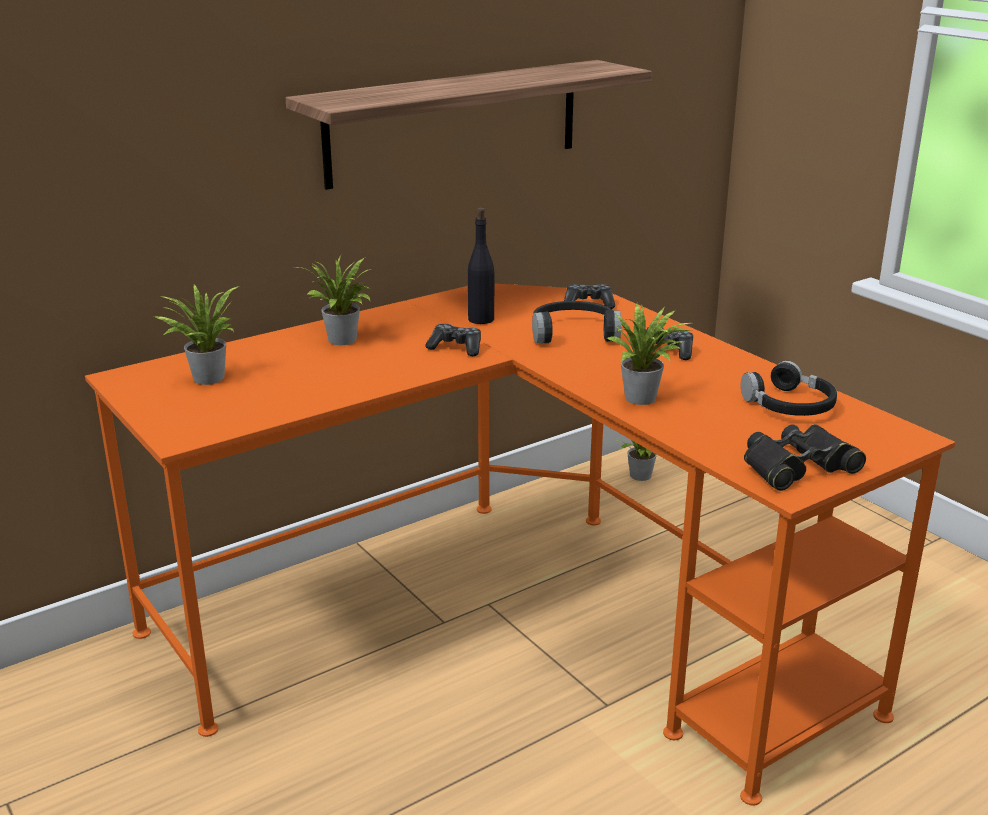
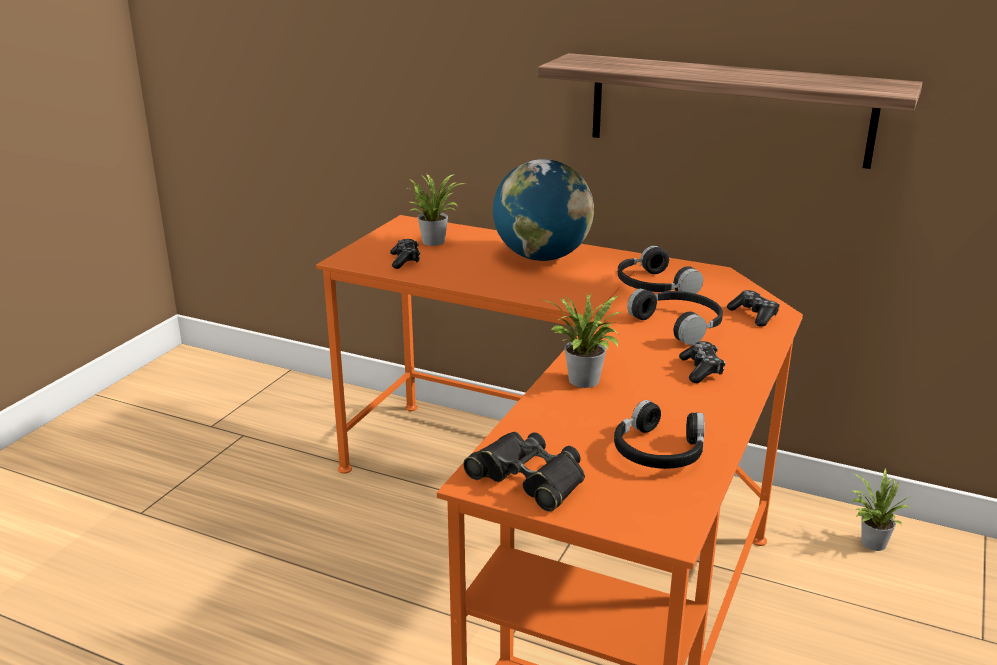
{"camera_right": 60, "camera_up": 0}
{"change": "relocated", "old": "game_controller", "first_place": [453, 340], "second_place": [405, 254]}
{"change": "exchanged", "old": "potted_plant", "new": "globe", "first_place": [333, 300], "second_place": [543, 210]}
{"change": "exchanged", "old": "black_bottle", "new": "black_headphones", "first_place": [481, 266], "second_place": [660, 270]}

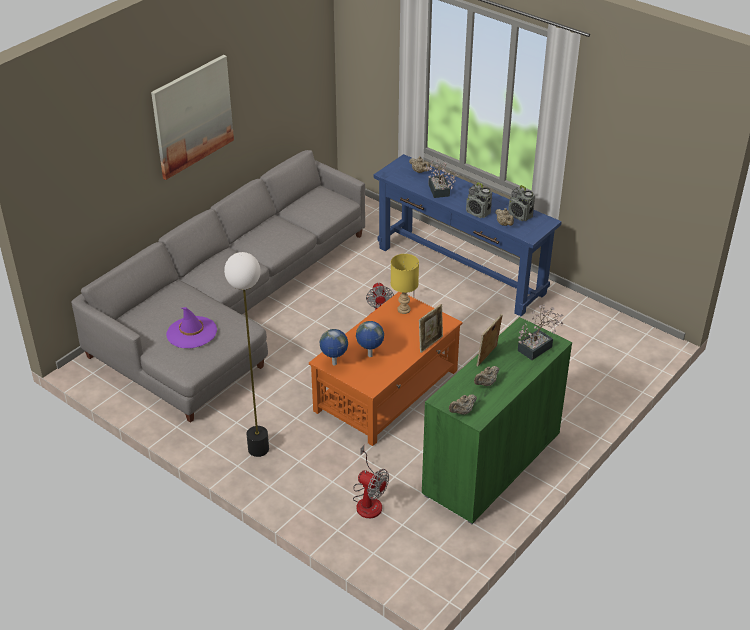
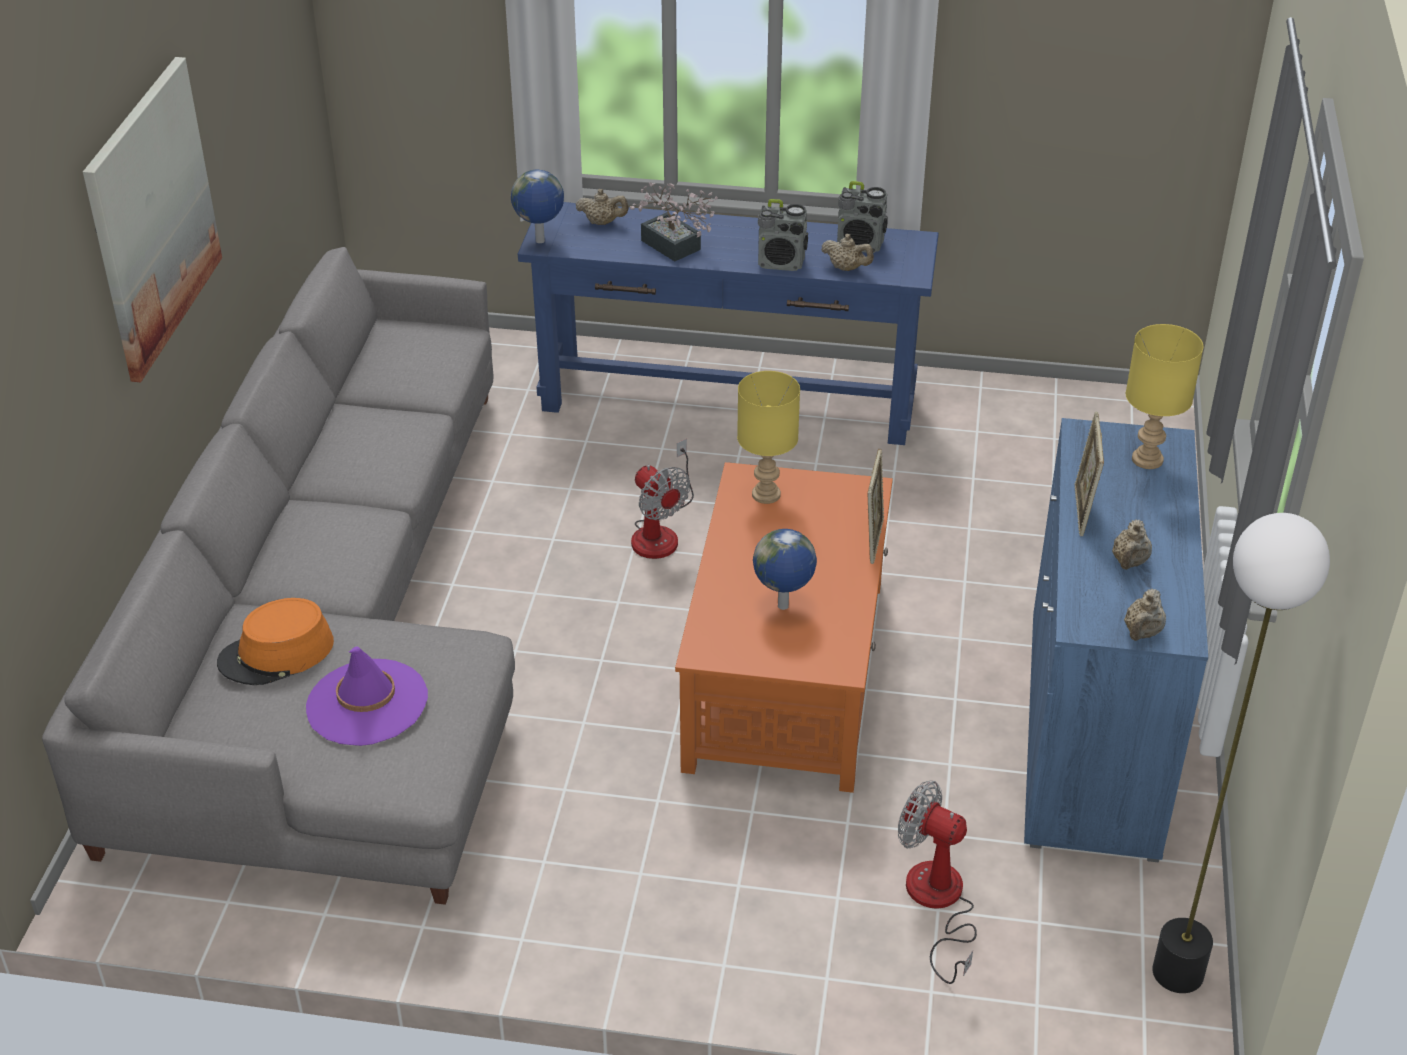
{"camera_right": -30, "camera_up": 0}
{"change": "appeared", "new": "orange_hat", "second_place": [275, 641]}
{"change": "relocated", "old": "globe", "first_place": [334, 347], "second_place": [537, 206]}
{"change": "spun", "old": "fan", "first_place": [371, 481], "second_place": [937, 882], "degrees": -150}
{"change": "colour", "old": "green_cabinet", "new": "blue_cabinet", "first_place": [497, 420], "second_place": [1116, 640]}
{"change": "exchanged", "old": "potted_plant", "new": "yellow_table_lamp", "first_place": [541, 332], "second_place": [1164, 396]}
{"change": "relocated", "old": "floor_lamp", "first_place": [246, 354], "second_place": [1241, 753]}

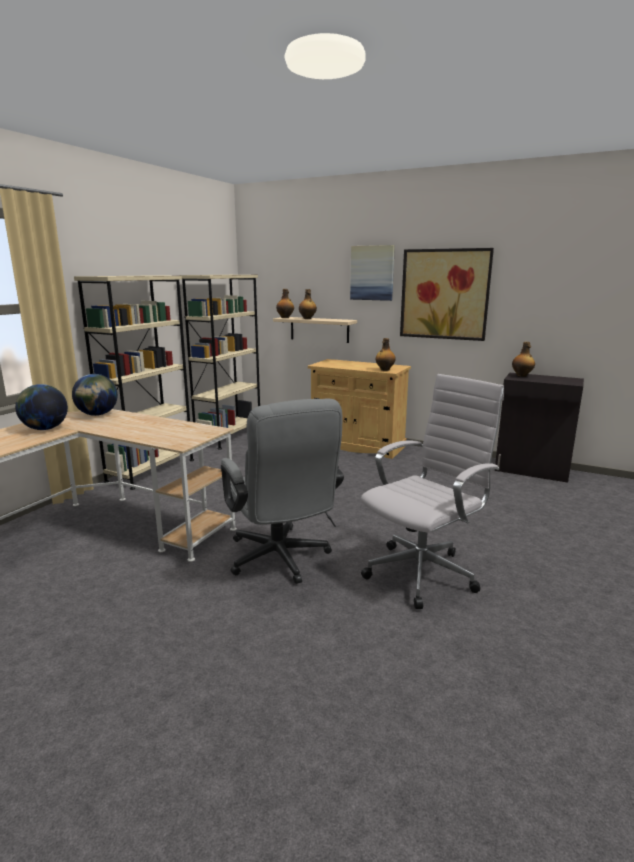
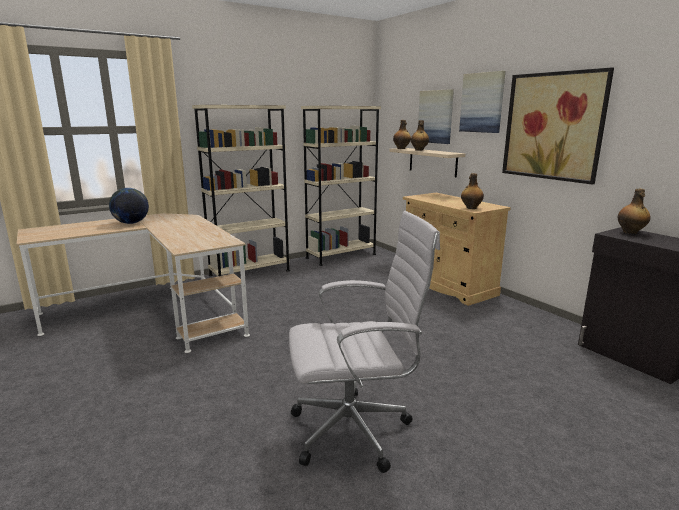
{"camera_right": 30, "camera_up": 0}
{"change": "appeared", "new": "picture", "second_place": [436, 116]}
{"change": "missing", "old": "globe", "first_place": [95, 395]}
{"change": "missing", "old": "grey_office_chair", "first_place": [282, 491]}

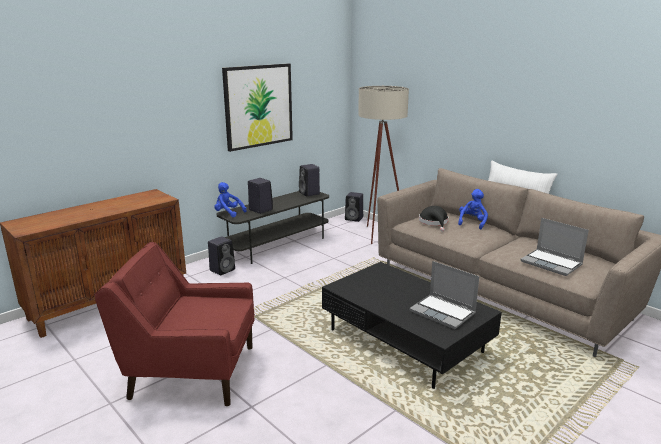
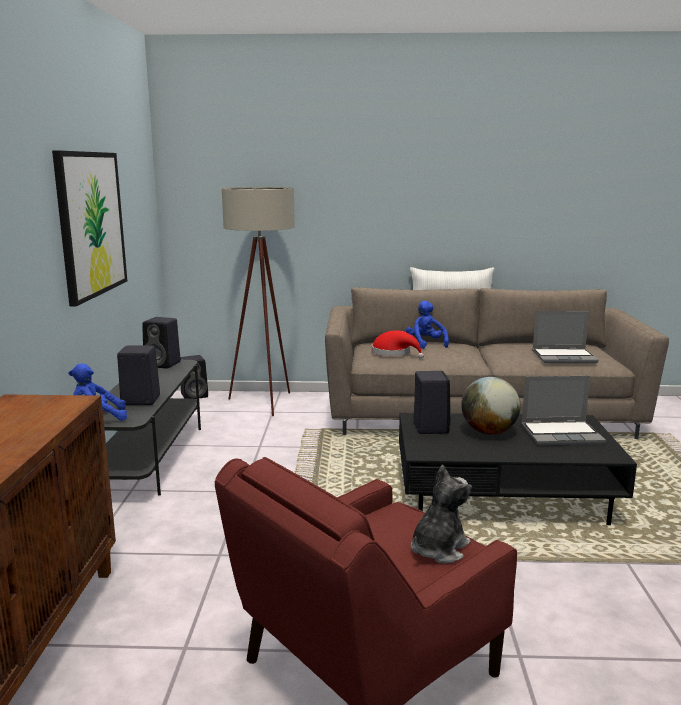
{"camera_right": -45, "camera_up": -5}
{"change": "colour", "old": "black_hat", "new": "red_hat", "first_place": [433, 218], "second_place": [397, 344]}
{"change": "appeared", "new": "plush_toy", "second_place": [441, 514]}
{"change": "relocated", "old": "black_speaker", "first_place": [221, 255], "second_place": [432, 402]}
{"change": "appeared", "new": "globe", "second_place": [491, 406]}

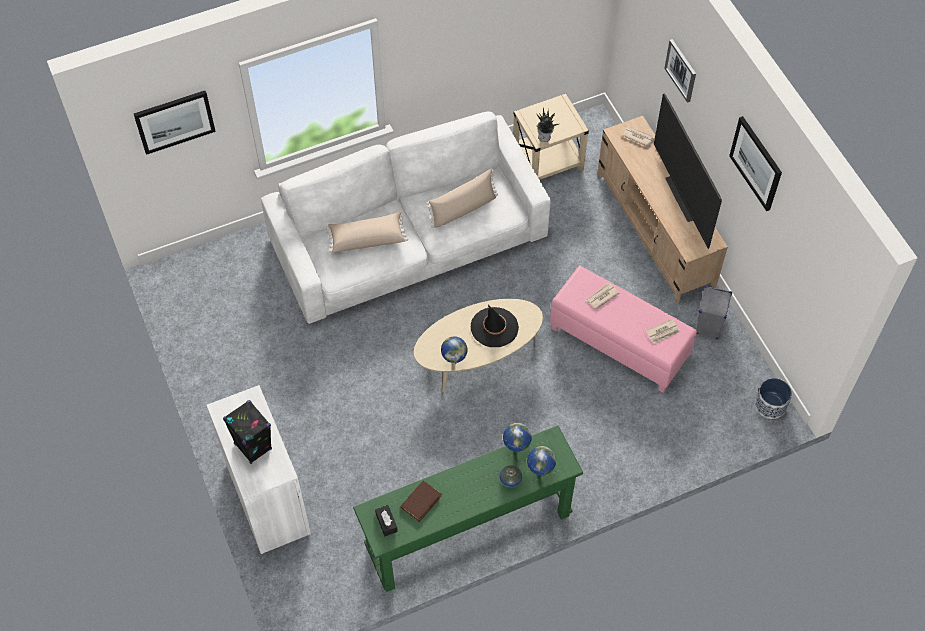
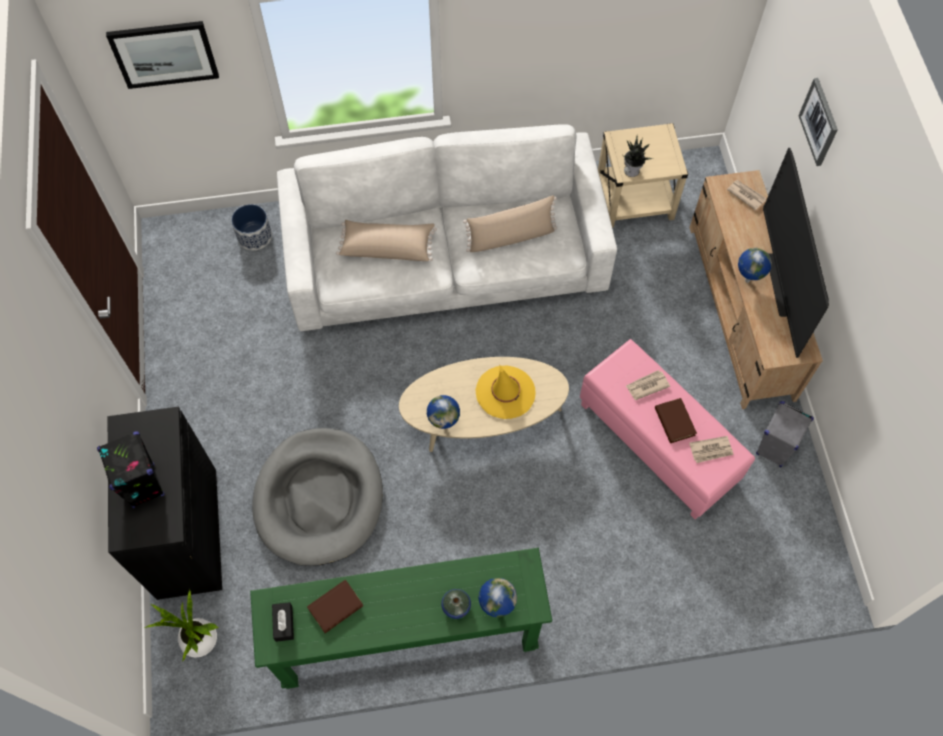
{"camera_right": 15, "camera_up": 5}
{"change": "colour", "old": "white_cabinet", "new": "black_cabinet", "first_place": [259, 469], "second_place": [165, 503]}
{"change": "appeared", "new": "potted_plant", "second_place": [181, 625]}
{"change": "relocated", "old": "planter", "first_place": [773, 398], "second_place": [251, 227]}
{"change": "appeared", "new": "grey_dog_bed", "second_place": [317, 497]}
{"change": "colour", "old": "black_hat", "new": "yellow_hat", "first_place": [495, 326], "second_place": [505, 392]}
{"change": "appeared", "new": "brown_book", "second_place": [676, 420]}
{"change": "relocated", "old": "globe", "first_place": [517, 437], "second_place": [755, 265]}
{"change": "missing", "old": "picture", "first_place": [755, 163]}

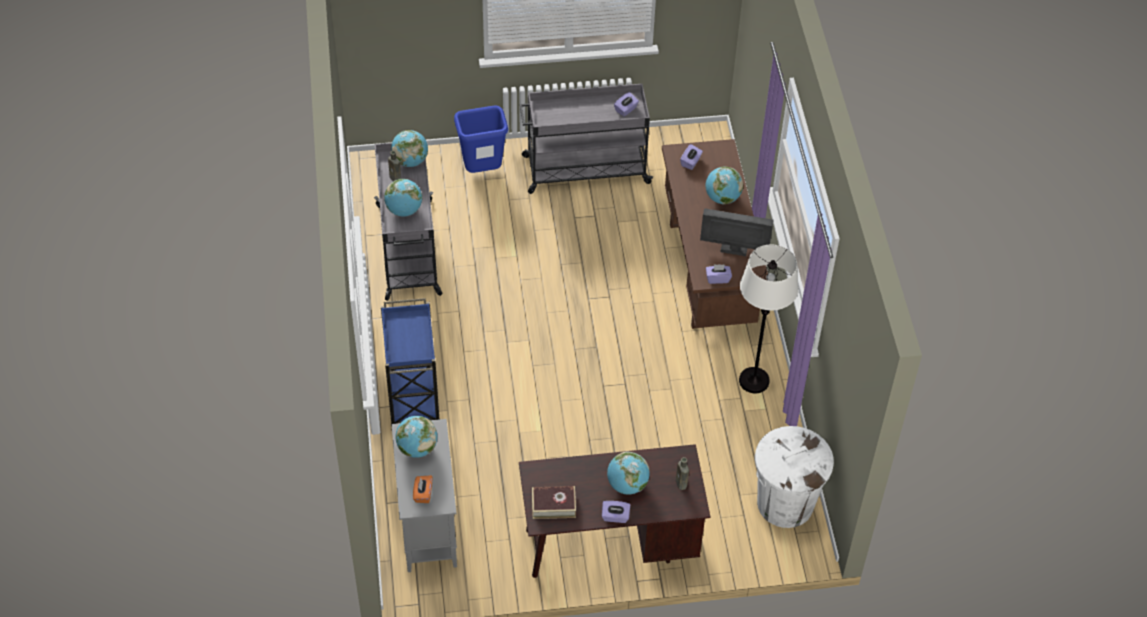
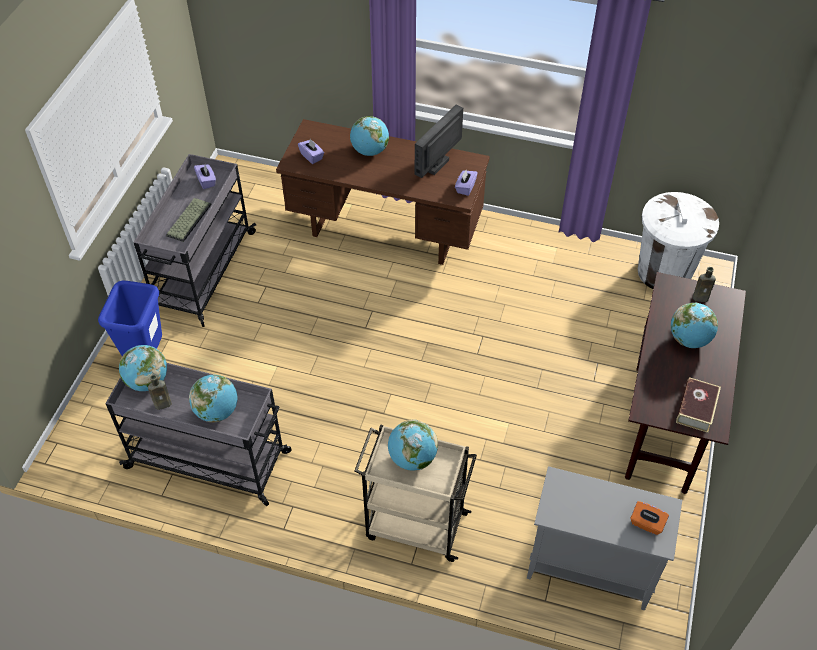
{"camera_right": -65, "camera_up": 0}
{"change": "appeared", "new": "keyboard", "second_place": [189, 220]}
{"change": "colour", "old": "blue_cart", "new": "beige_cart", "first_place": [410, 362], "second_place": [415, 493]}
{"change": "relocated", "old": "globe", "first_place": [416, 437], "second_place": [413, 445]}
{"change": "missing", "old": "purple_tissue_box", "first_place": [616, 512]}
{"change": "missing", "old": "white_floor_lamp", "first_place": [768, 319]}

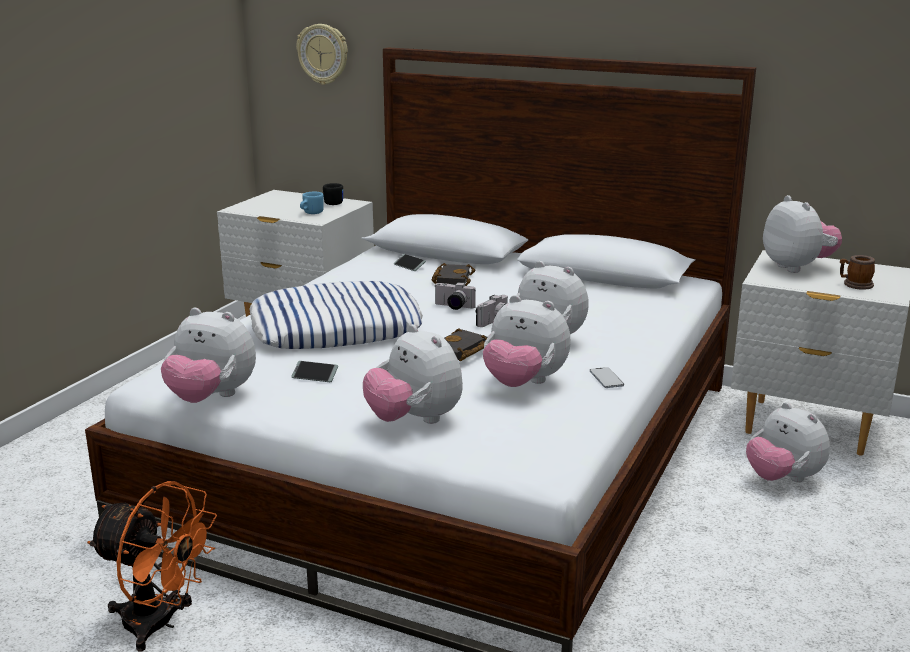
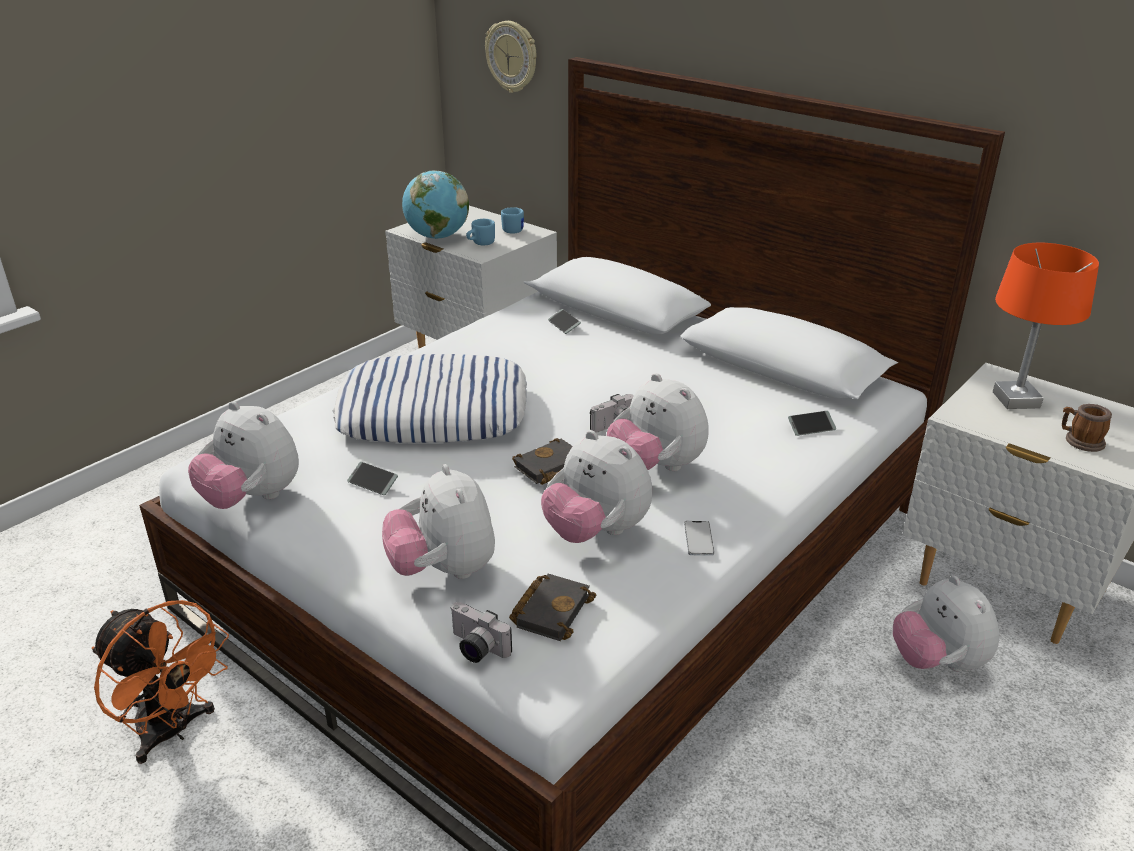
{"camera_right": 15, "camera_up": 10}
{"change": "appeared", "new": "globe", "second_place": [435, 204]}
{"change": "relocated", "old": "photo_camera", "first_place": [455, 296], "second_place": [481, 632]}
{"change": "colour", "old": "black_mug", "new": "blue_mug", "first_place": [333, 194], "second_place": [512, 220]}
{"change": "relocated", "old": "black_book", "first_place": [453, 274], "second_place": [552, 607]}
{"change": "appeared", "new": "phone", "second_place": [812, 423]}
{"change": "exchanged", "old": "plush_toy", "new": "orange_table_lamp", "first_place": [802, 234], "second_place": [1046, 326]}

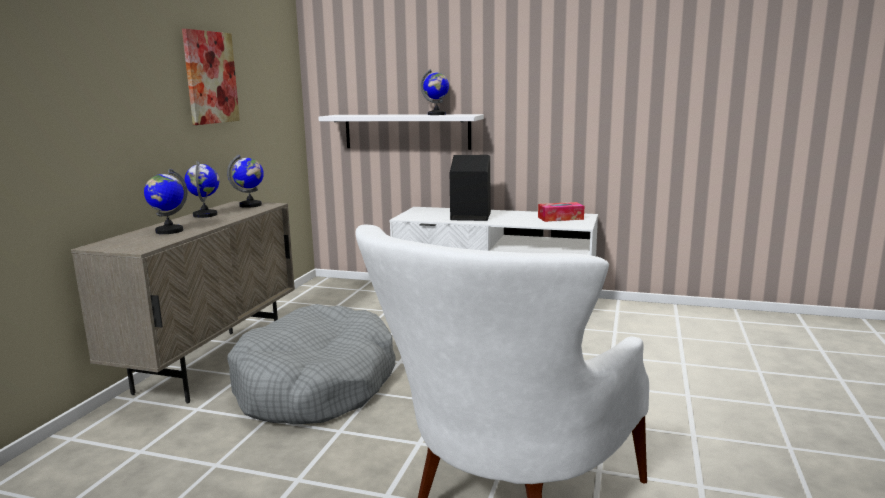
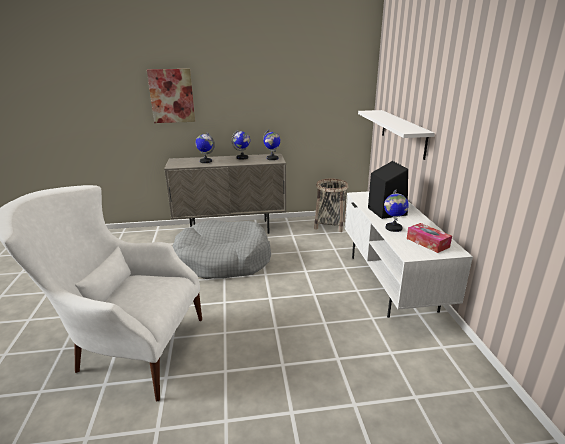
{"camera_right": 65, "camera_up": 10}
{"change": "relocated", "old": "picture", "first_place": [211, 77], "second_place": [171, 96]}
{"change": "appeared", "new": "basket", "second_place": [331, 205]}
{"change": "relocated", "old": "globe", "first_place": [435, 92], "second_place": [396, 210]}

